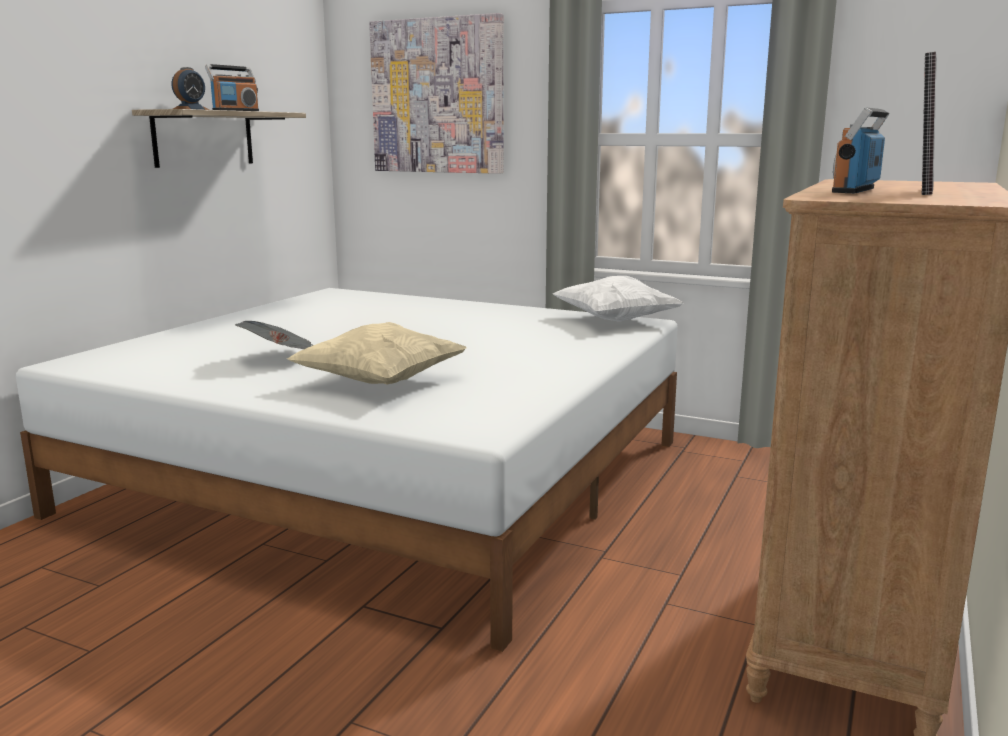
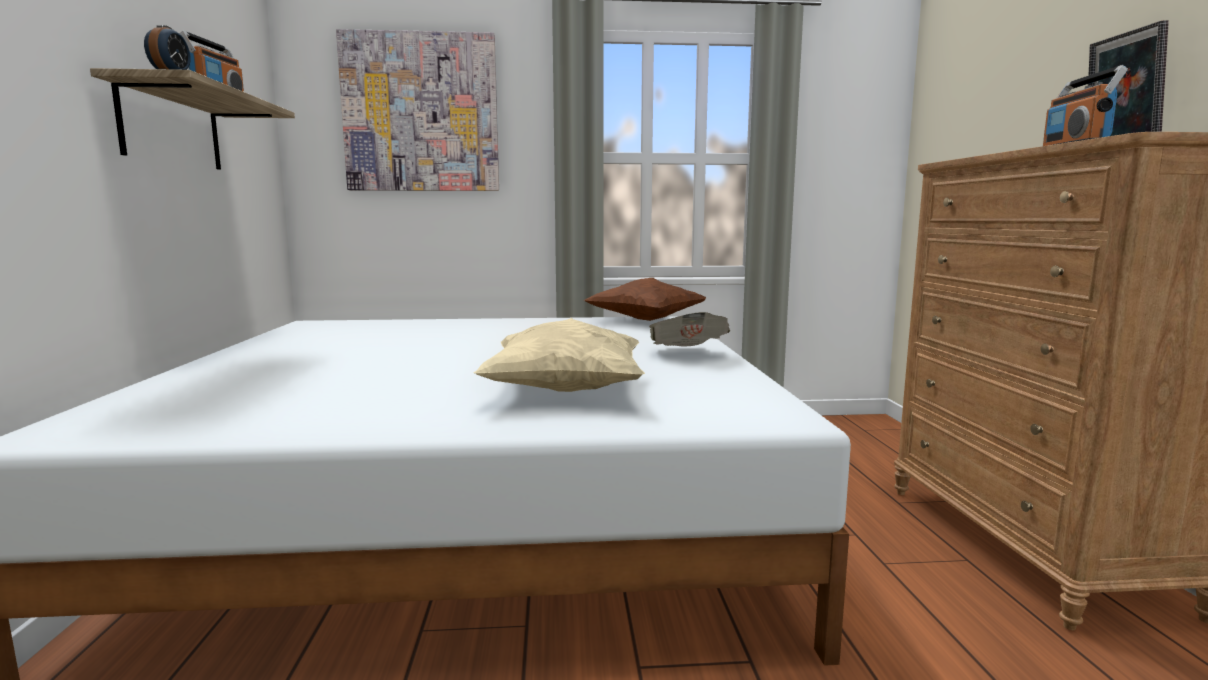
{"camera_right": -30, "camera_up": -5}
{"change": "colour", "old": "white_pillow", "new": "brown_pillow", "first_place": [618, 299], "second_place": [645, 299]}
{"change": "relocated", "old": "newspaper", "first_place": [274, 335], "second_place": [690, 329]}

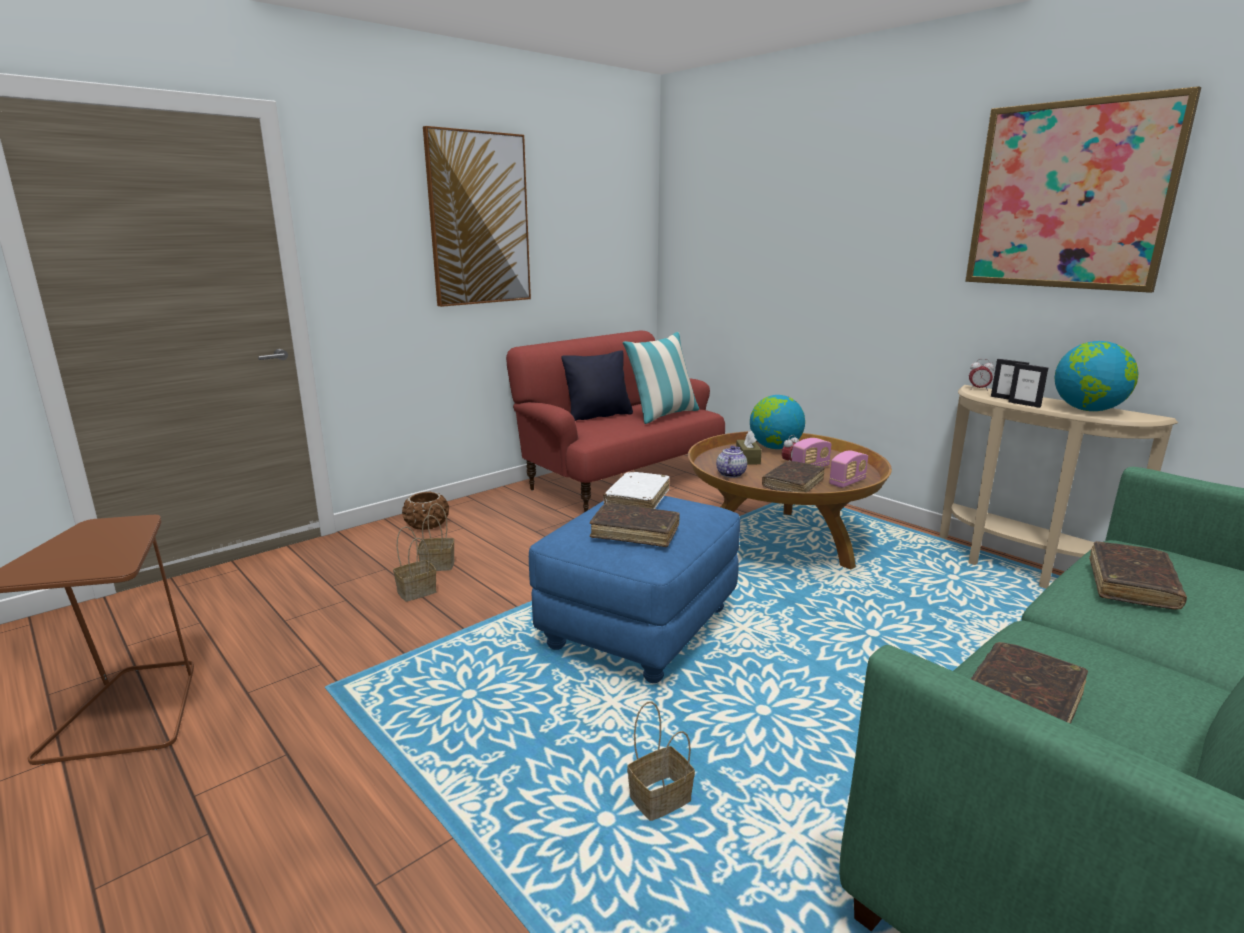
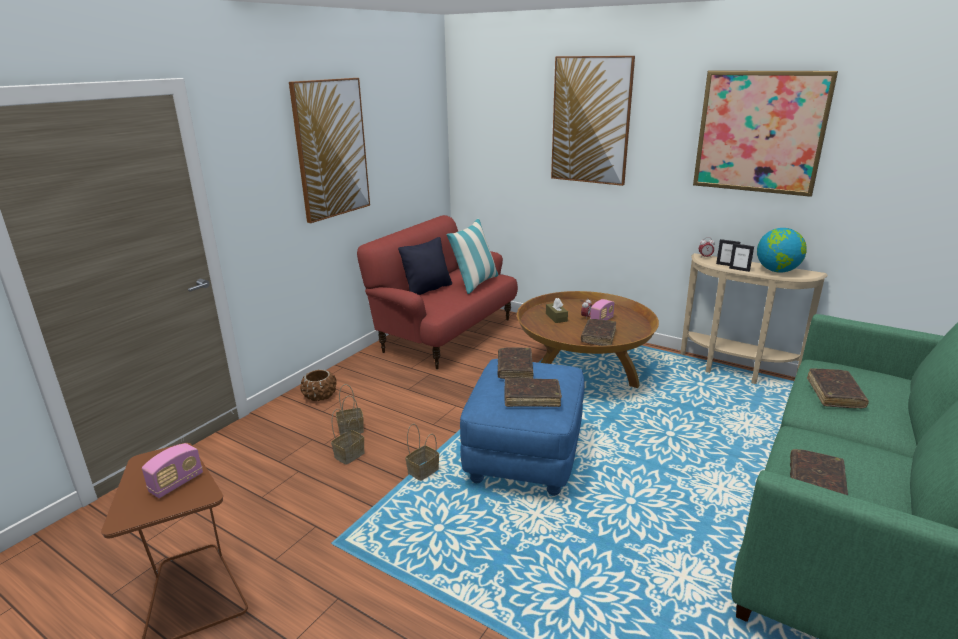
{"camera_right": -15, "camera_up": 5}
{"change": "relocated", "old": "radio", "first_place": [848, 469], "second_place": [172, 470]}
{"change": "relocated", "old": "basket", "first_place": [661, 761], "second_place": [422, 452]}
{"change": "colour", "old": "white_book", "new": "brown_book", "first_place": [636, 490], "second_place": [515, 363]}
{"change": "appeared", "new": "picture", "second_place": [593, 121]}
{"change": "missing", "old": "teapot", "first_place": [731, 462]}
{"change": "missing", "old": "globe", "first_place": [777, 422]}

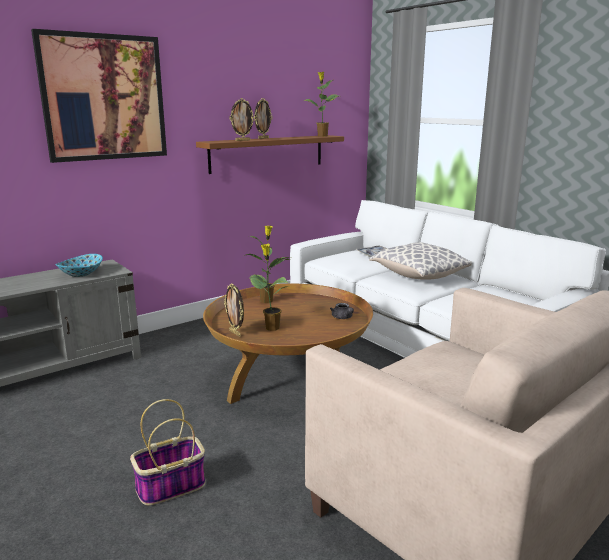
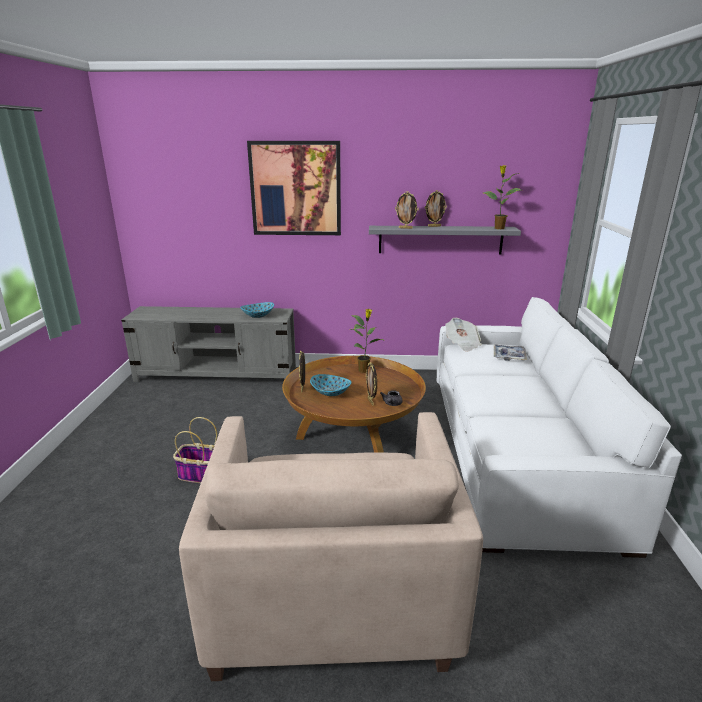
{"camera_right": 40, "camera_up": 5}
{"change": "exchanged", "old": "potted_plant", "new": "bowl", "first_place": [270, 287], "second_place": [330, 385]}
{"change": "appeared", "new": "picture_frame", "second_place": [371, 384]}
{"change": "colour", "old": "brown_shelf", "new": "grey_shelf", "first_place": [270, 154], "second_place": [445, 240]}
{"change": "appeared", "new": "newspaper", "second_place": [463, 335]}
{"change": "missing", "old": "pillow", "first_place": [420, 261]}

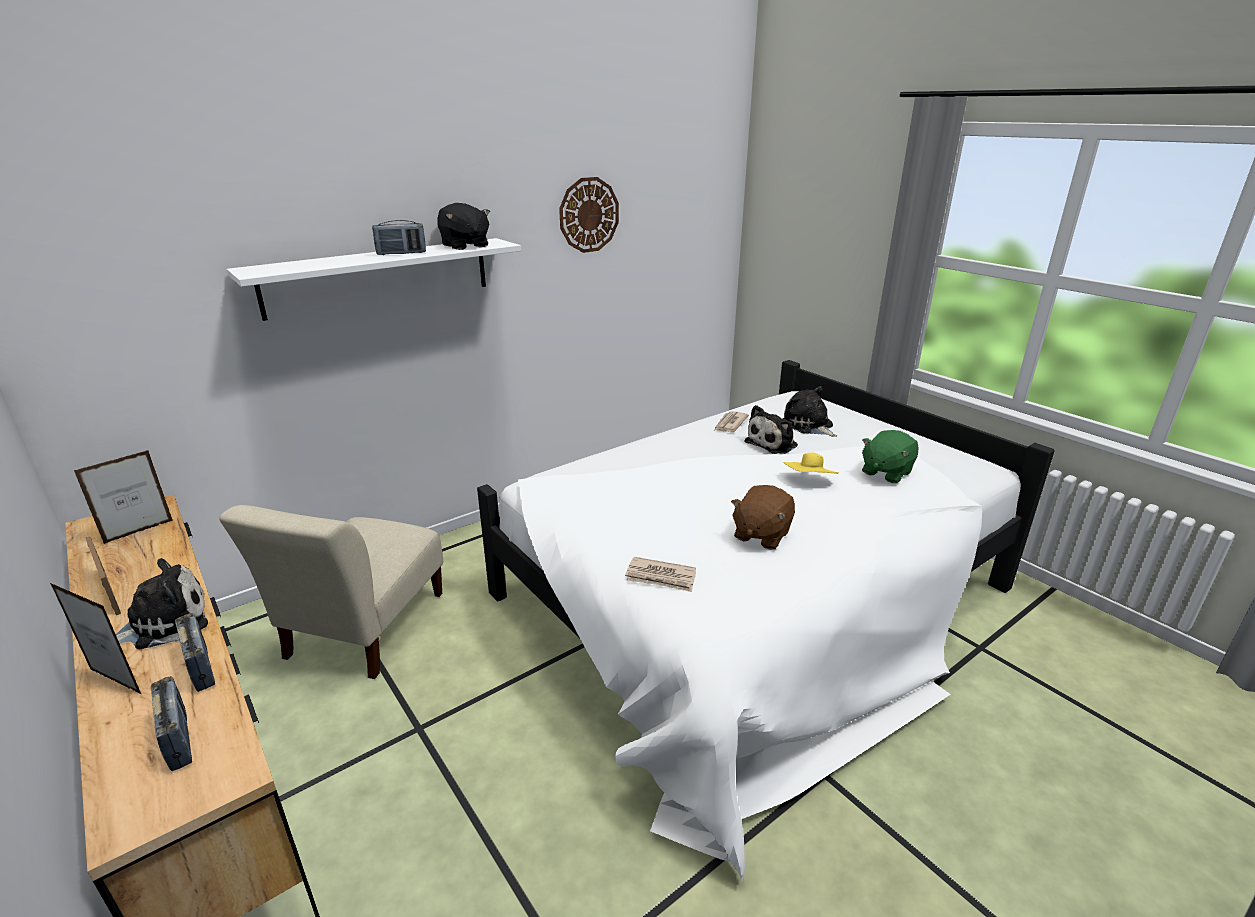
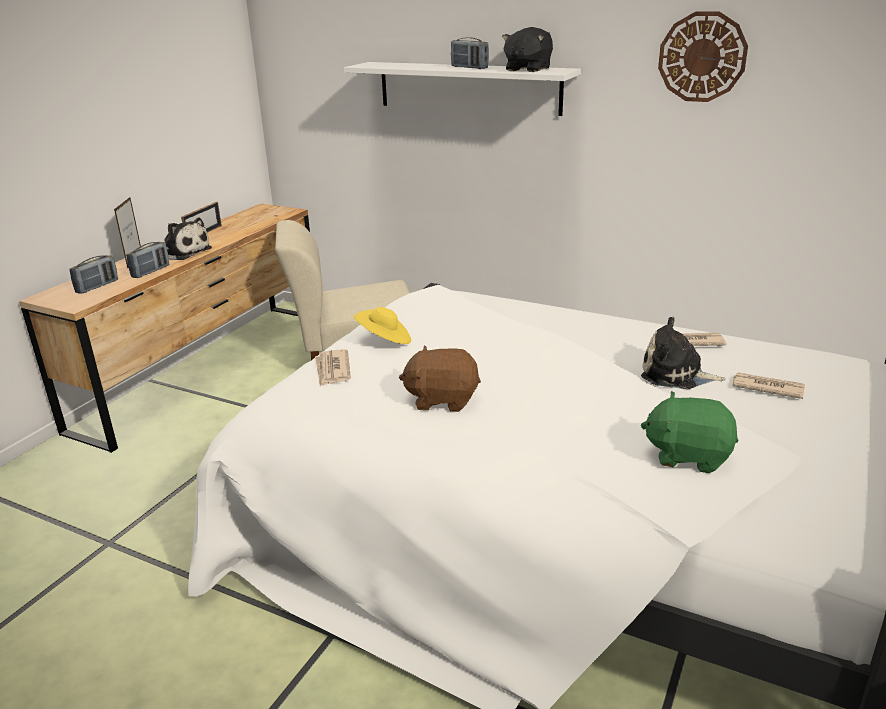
{"camera_right": 65, "camera_up": 0}
{"change": "relocated", "old": "yellow_hat", "first_place": [811, 463], "second_place": [382, 325]}
{"change": "exchanged", "old": "plush_toy", "new": "newspaper", "first_place": [810, 411], "second_place": [768, 385]}
{"change": "missing", "old": "picture_frame", "first_place": [123, 497]}

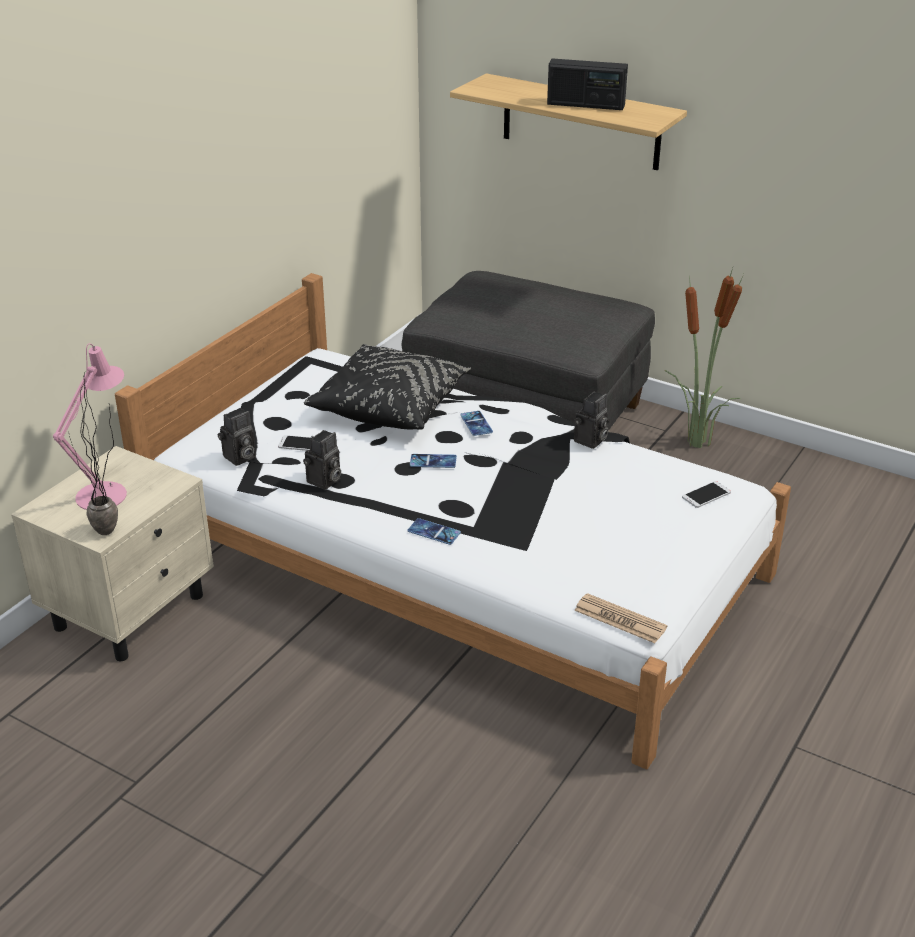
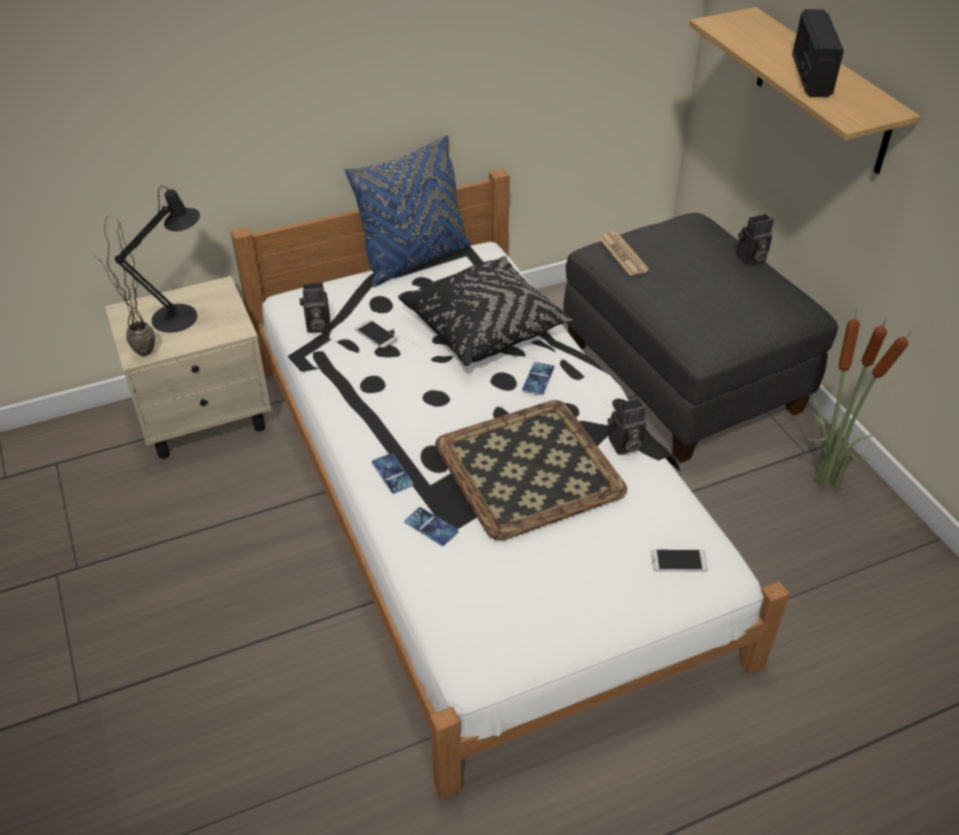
{"camera_right": 35, "camera_up": 10}
{"change": "colour", "old": "pink_table_lamp", "new": "black_table_lamp", "first_place": [90, 426], "second_place": [157, 259]}
{"change": "appeared", "new": "blue_pillow", "second_place": [408, 211]}
{"change": "relocated", "old": "phone", "first_place": [433, 461], "second_place": [431, 526]}
{"change": "appeared", "new": "tray", "second_place": [531, 470]}
{"change": "relocated", "old": "newspaper", "first_place": [620, 618], "second_place": [624, 253]}
{"change": "relocated", "old": "photo_camera", "first_place": [322, 460], "second_place": [755, 239]}
{"change": "spun", "old": "radio", "first_place": [587, 84], "second_place": [818, 53], "degrees": 45}

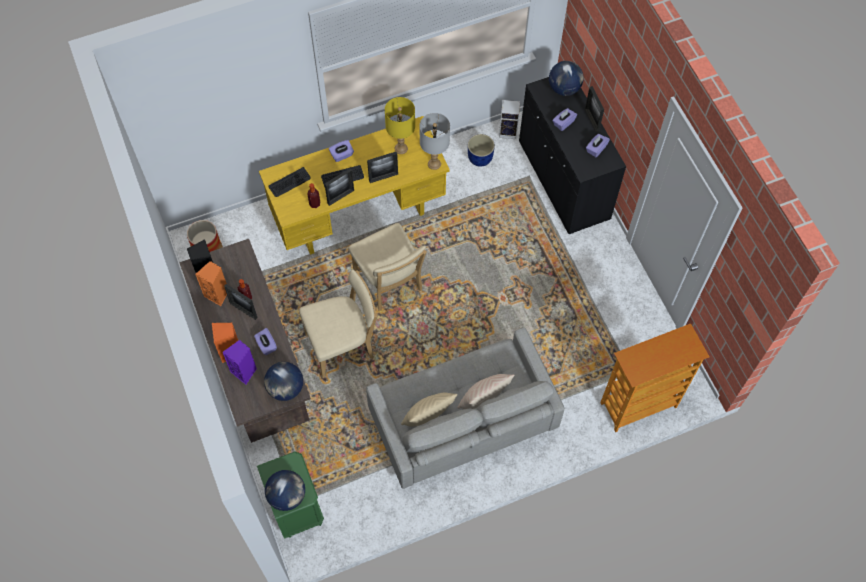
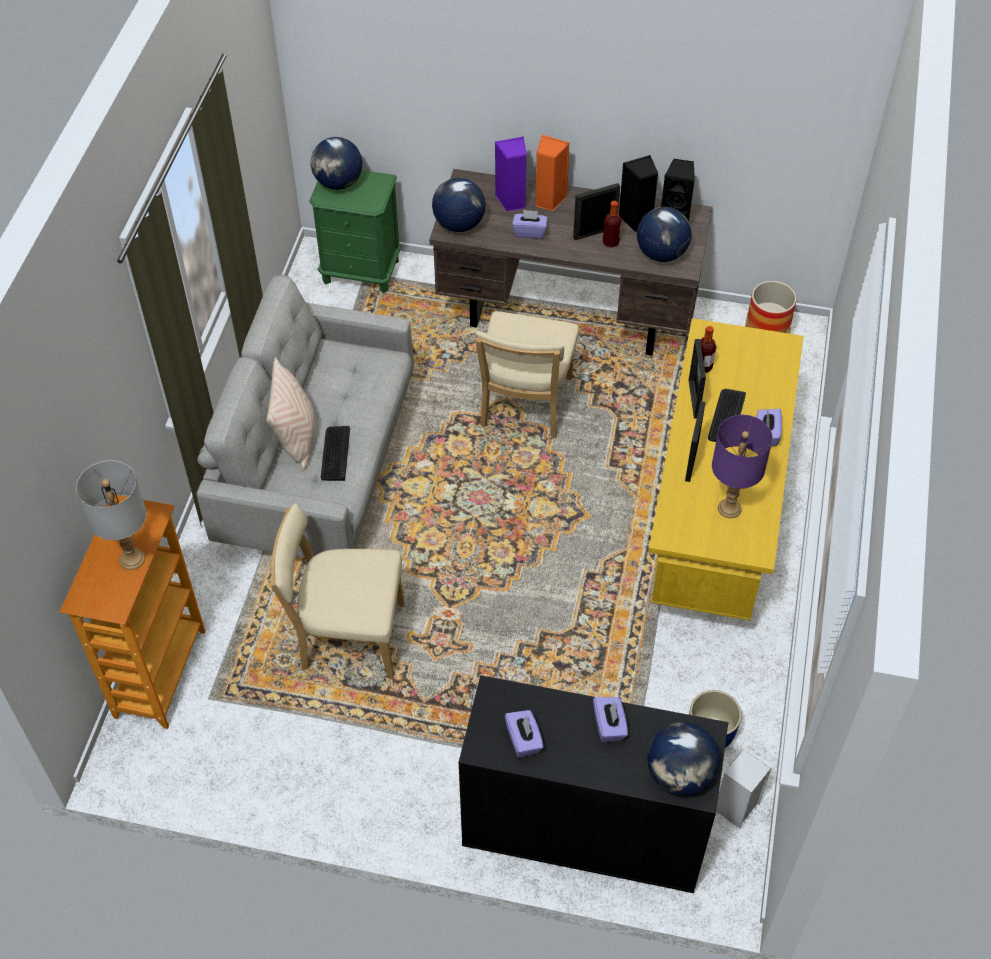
{"camera_right": 125, "camera_up": -10}
{"change": "relocated", "old": "grey_table_lamp", "first_place": [434, 141], "second_place": [111, 515]}
{"change": "relocated", "old": "beige_chair", "first_place": [388, 267], "second_place": [337, 591]}
{"change": "relocated", "old": "keyboard", "first_place": [290, 182], "second_place": [335, 453]}
{"change": "colour", "old": "orange_speaker", "new": "black_speaker", "first_place": [211, 283], "second_place": [639, 193]}
{"change": "appeared", "new": "globe", "second_place": [664, 234]}
{"change": "colour", "old": "yellow_table_lamp", "new": "purple_table_lamp", "first_place": [400, 125], "second_place": [742, 466]}
{"change": "missing", "old": "beige_pillow", "first_place": [429, 410]}
{"change": "missing", "old": "picture_frame", "first_place": [594, 109]}

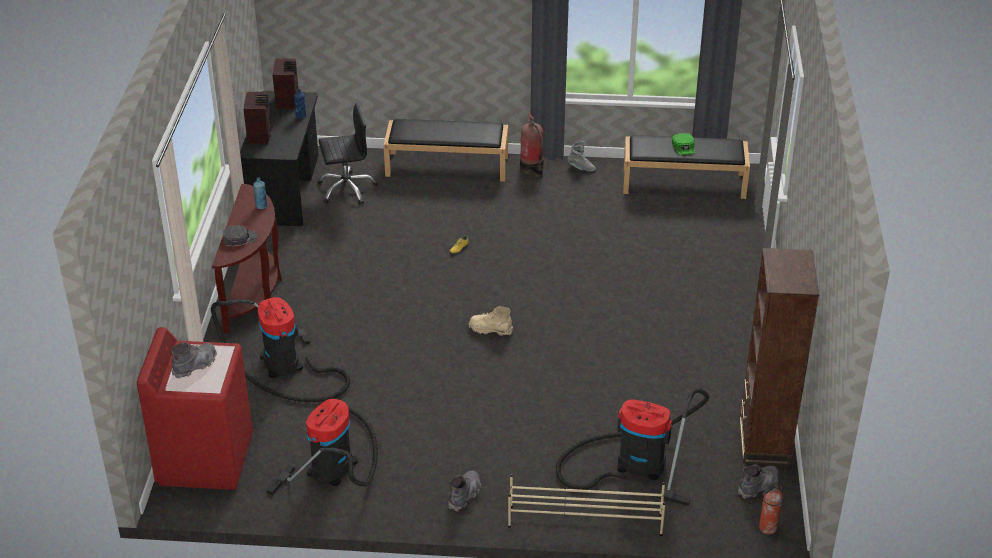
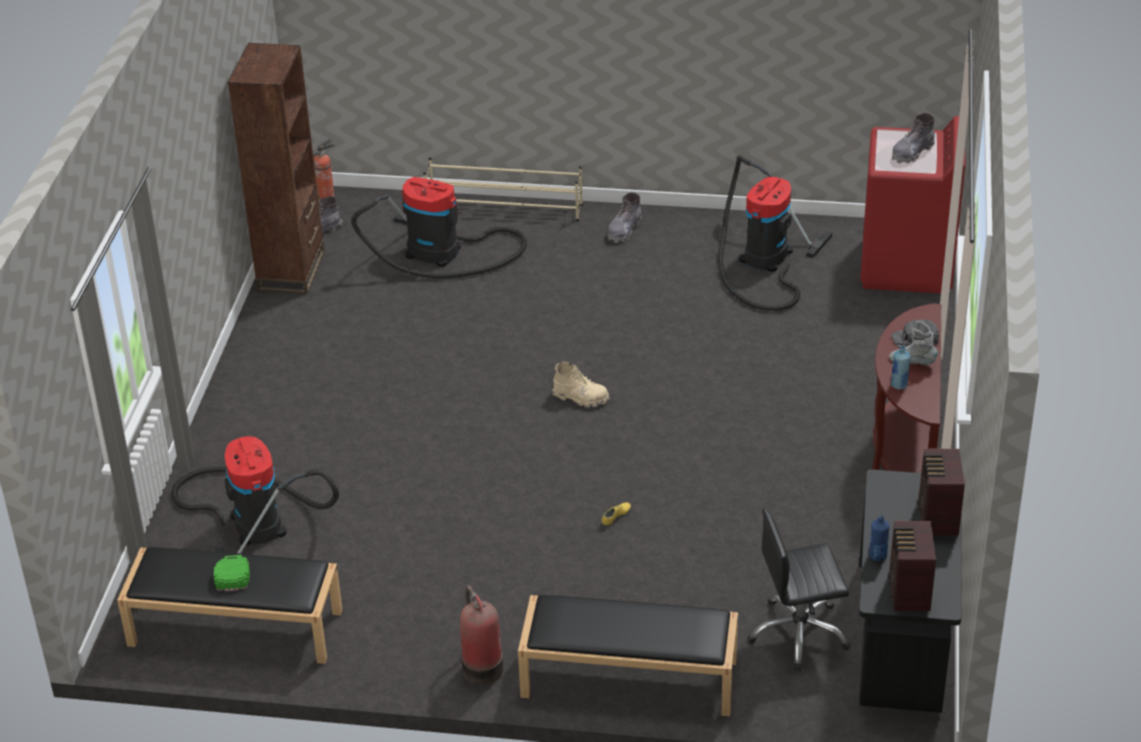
{"camera_right": -175, "camera_up": 0}
{"change": "relocated", "old": "vacuum_cleaner", "first_place": [280, 349], "second_place": [255, 495]}
{"change": "relocated", "old": "grey_boot", "first_place": [581, 156], "second_place": [913, 343]}

